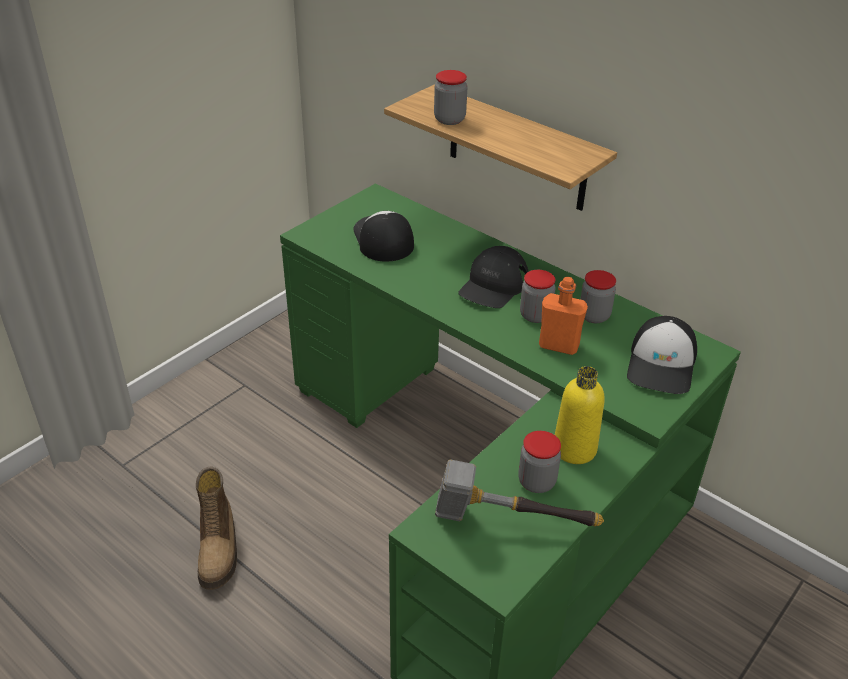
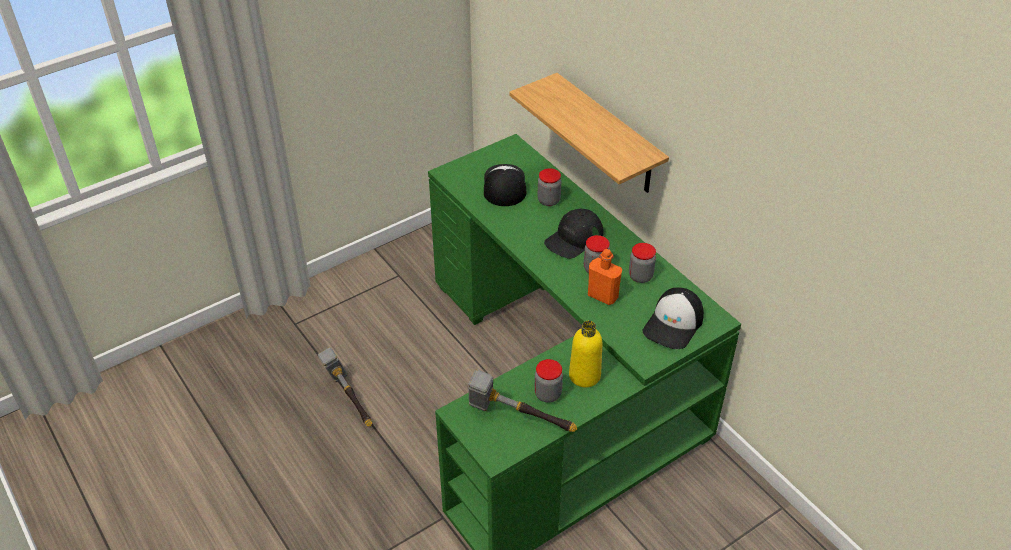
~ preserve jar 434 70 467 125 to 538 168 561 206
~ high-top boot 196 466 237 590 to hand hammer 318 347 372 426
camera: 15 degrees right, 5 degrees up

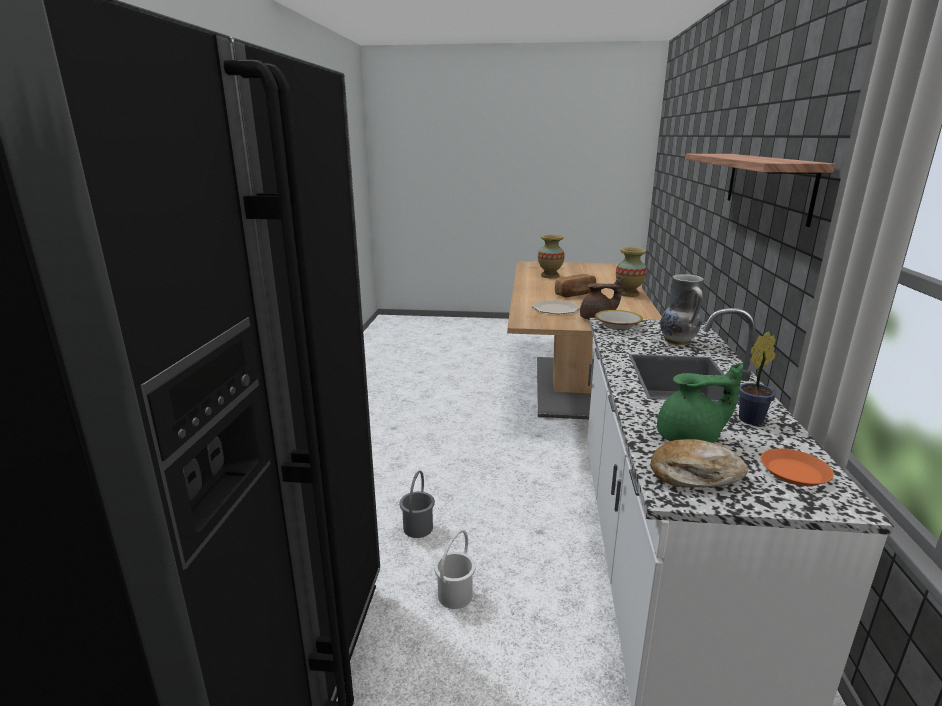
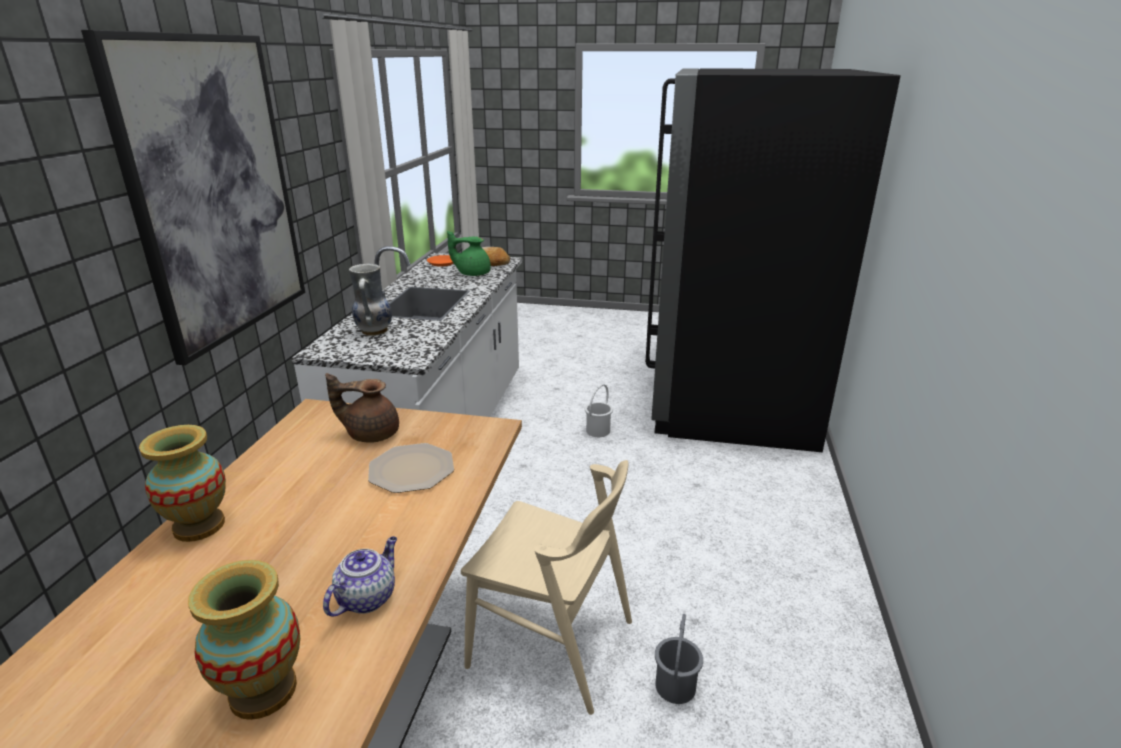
~ wall shelf 685 154 835 227 to wall picture 81 30 305 365
- baked bread 555 274 596 297
- bowl 595 310 643 330
- houseplant 739 331 776 425
~ greyish bucket 400 471 435 538 to 655 614 703 704
+ beige-coloured plain chair 461 460 632 715
+ teapot 323 536 397 617
camera: 175 degrees left, 5 degrees up

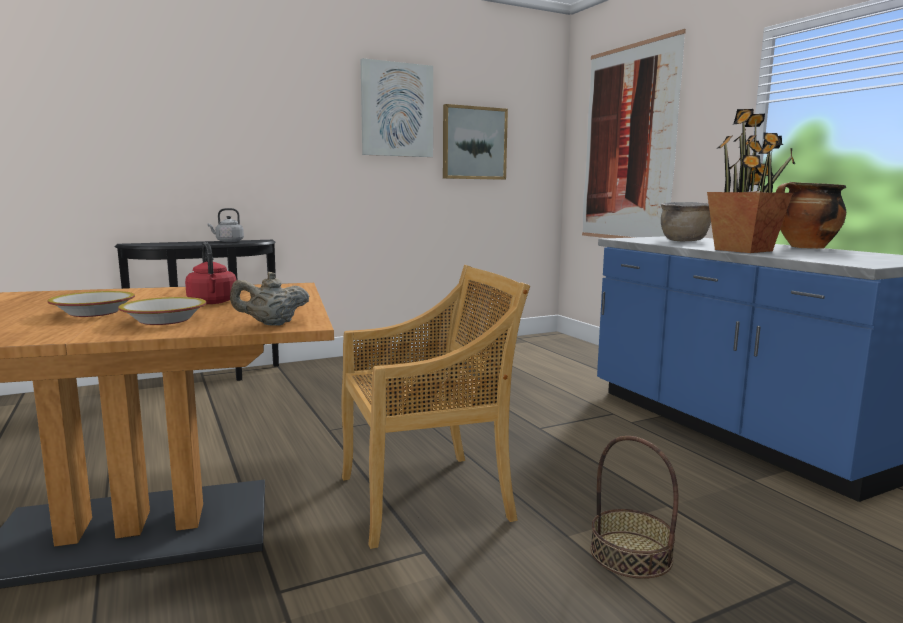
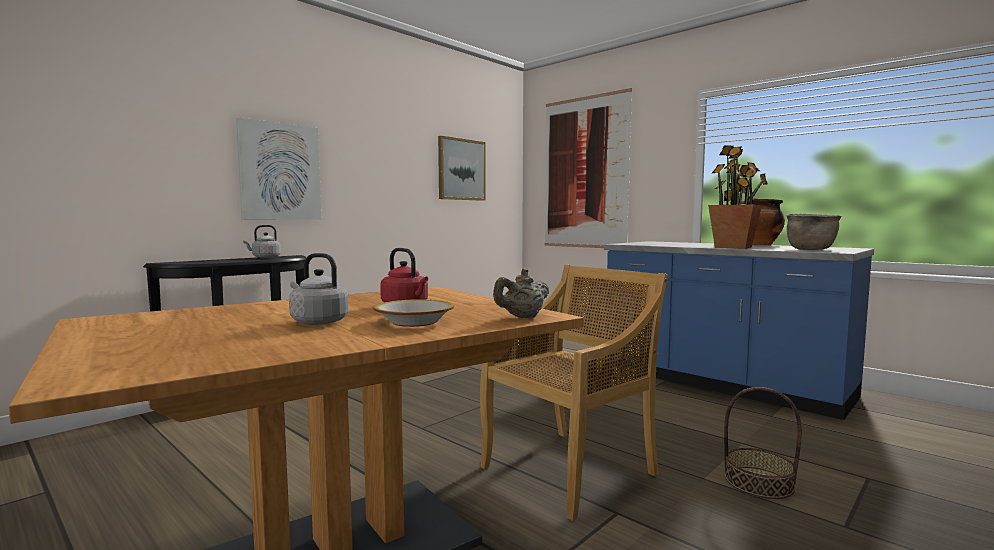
~ wall picture 361 58 433 157 to 236 117 321 220
~ brown stockpot 661 202 711 241 to 786 214 841 250
~ bowl 47 291 135 317 to greyish kettle 289 253 348 325
camera: 20 degrees left, 5 degrees down

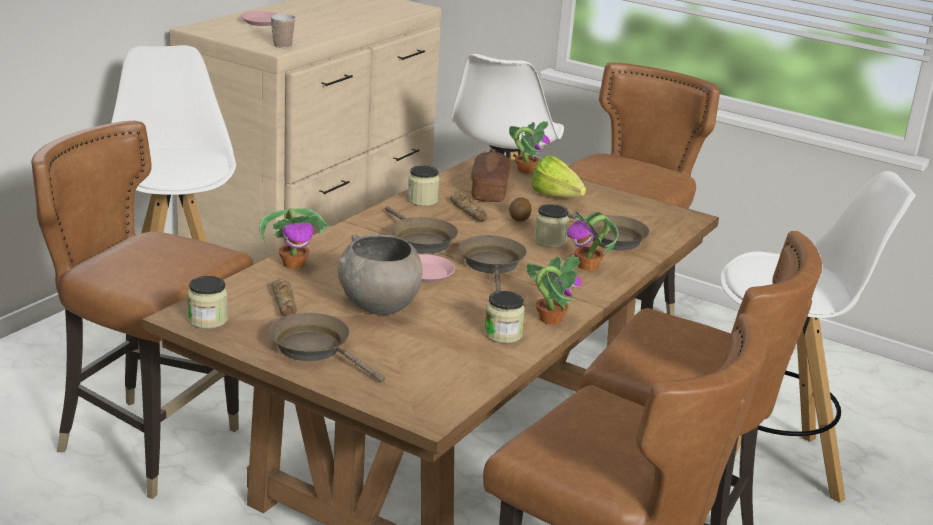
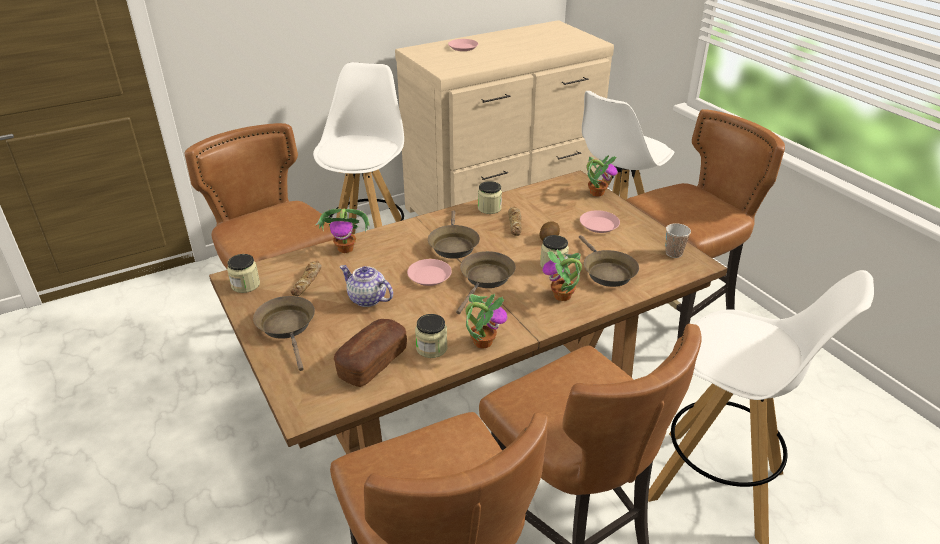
~ drinking cup 270 14 296 48 to 665 223 691 258
~ baked bread 471 152 511 202 to 334 319 407 387
~ lettuce 532 156 586 197 to pink-coloured flat dish 580 210 620 233
~ greyish bowl 338 234 422 315 to teapot 340 265 393 307
camera: 30 degrees right, 10 degrees up

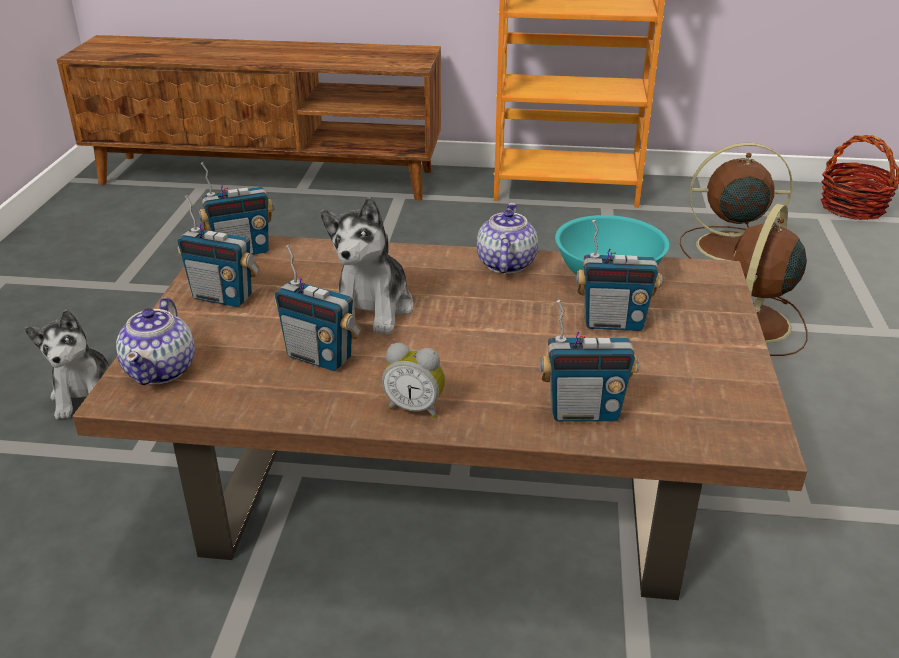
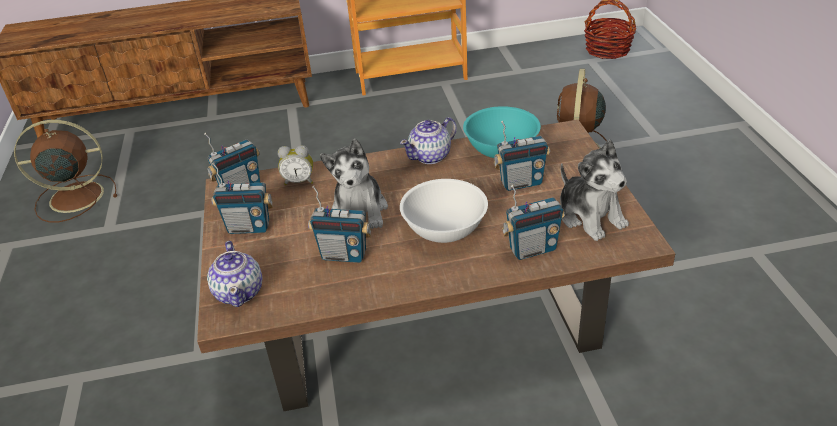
~ brown fan 680 143 793 261 to 14 120 117 223
~ teapot 477 203 538 274 = 400 117 457 164 120 degrees counterclockwise
~ soft toy 25 310 109 419 to 560 140 629 241
~ bedside clock 382 343 445 418 to 278 145 313 185
+ white bowl 400 179 488 243
camera: 15 degrees left, 5 degrees up

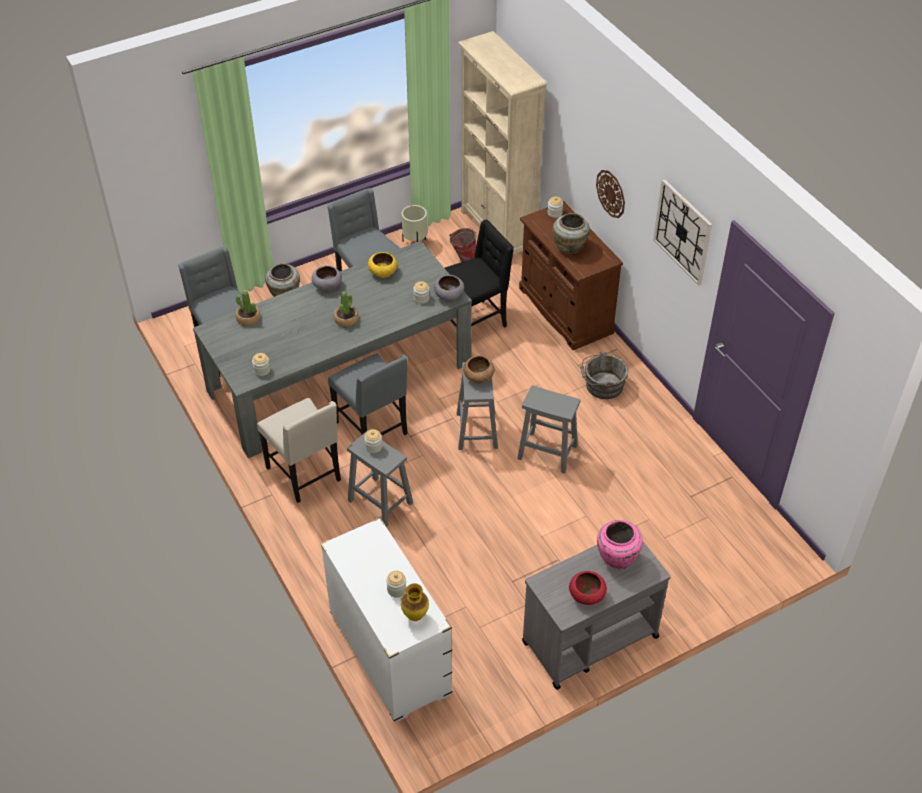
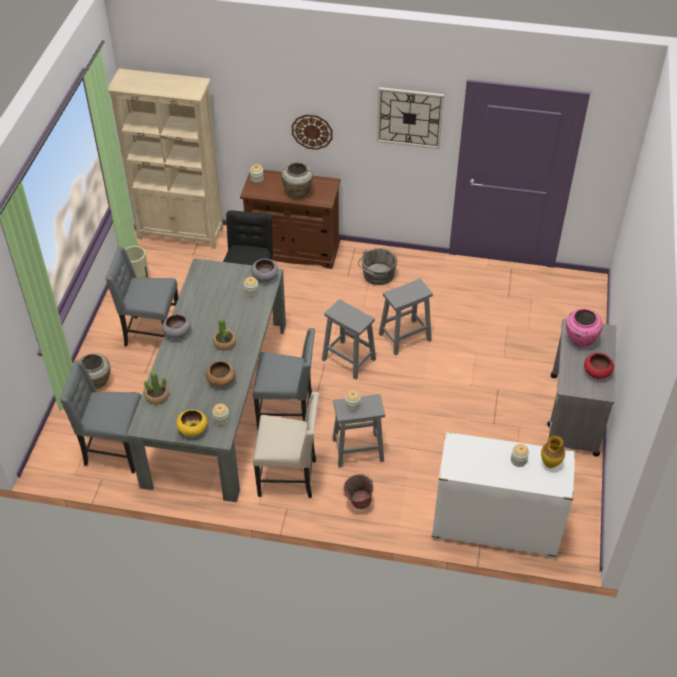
~ bucket 449 228 477 262 to 342 474 373 509
~ yellow bowl 368 252 397 278 to 176 409 208 436
~ brown bowl 463 356 495 383 to 206 361 236 387
camera: 50 degrees left, 0 degrees up

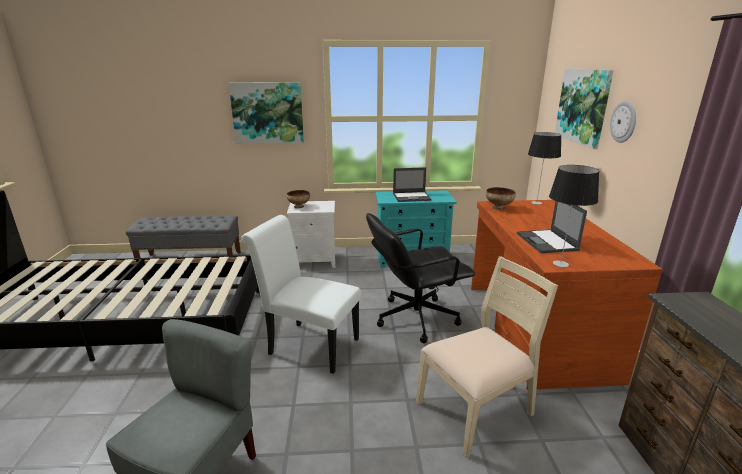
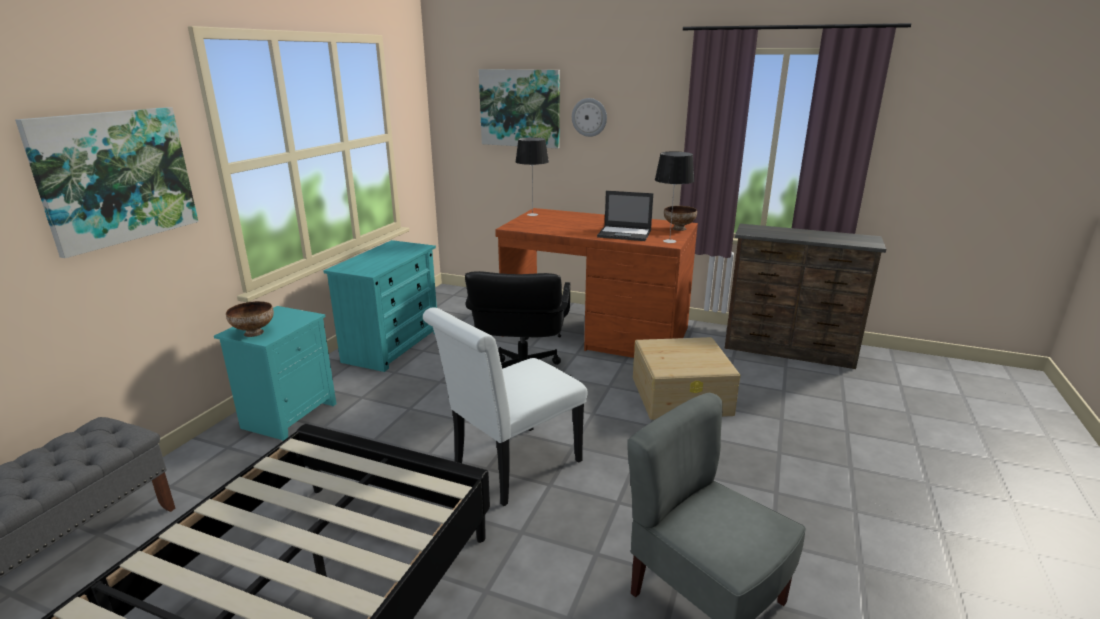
- laptop 393 167 431 202
~ bowl 486 187 516 210 to 664 206 697 231
~ white nightstand 287 201 335 268 to turquoise-coloured nightstand 214 306 336 441
~ beige-coloured plain chair 416 256 558 458 to beige-coloured storage container 633 337 740 420
camera: 65 degrees left, 0 degrees up

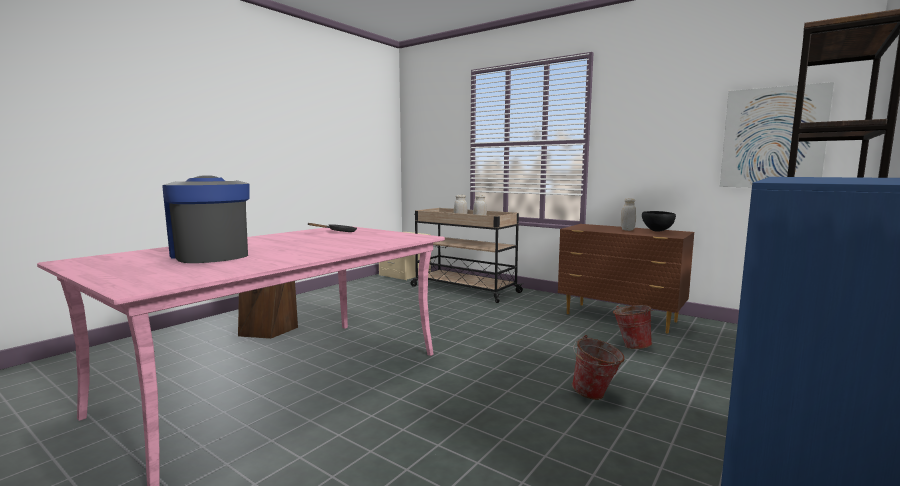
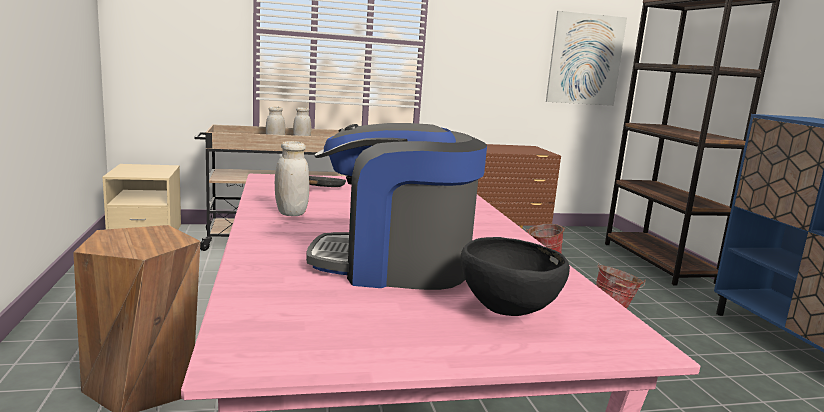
~ white preserve jar 621 198 636 231 to 275 141 309 216
~ blackish bowl 642 211 676 232 to 461 237 570 316
camera: 50 degrees left, 5 degrees up

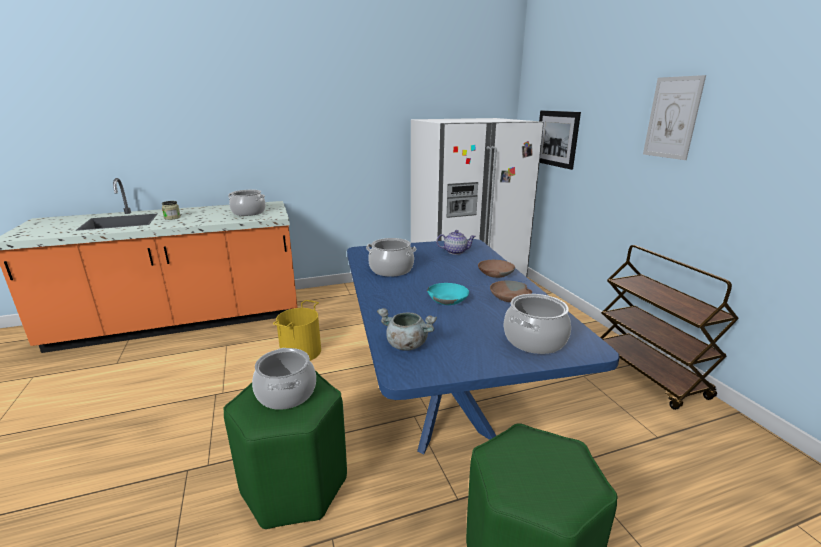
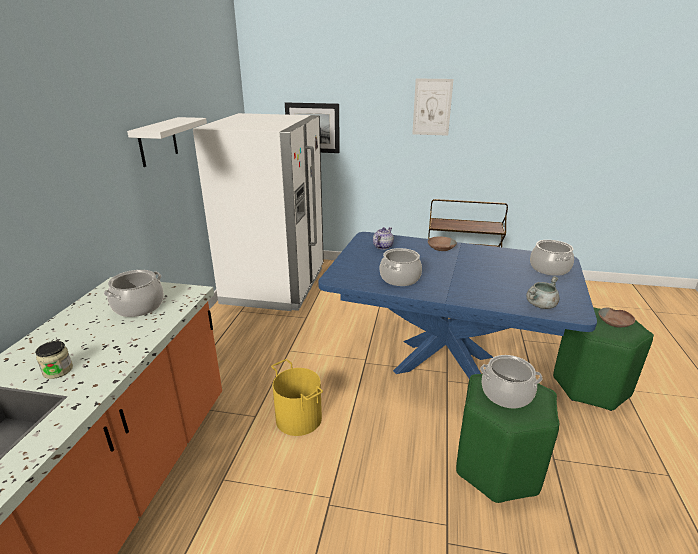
~ brown bowl 490 281 532 302 to 598 308 635 328
- turquoise-coloured bowl 427 283 469 305
+ white wall shelf 127 117 207 167
camera: 60 degrees left, 5 degrees up

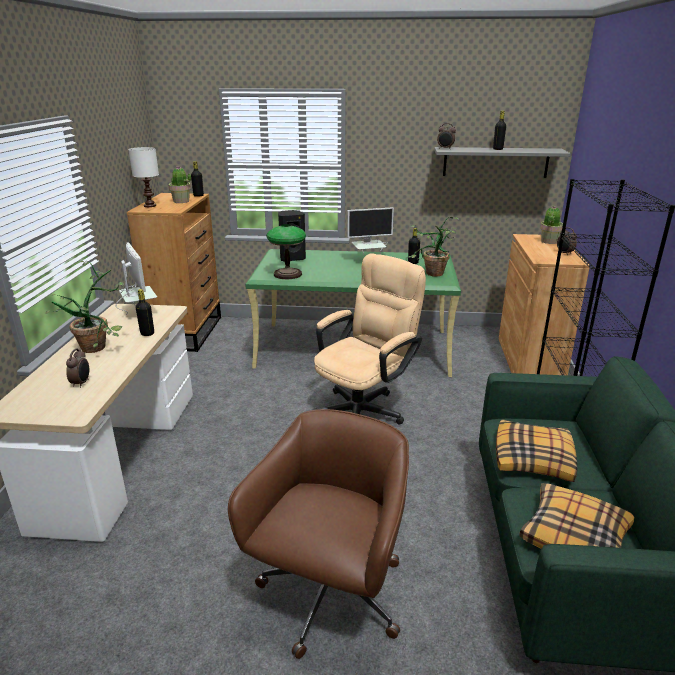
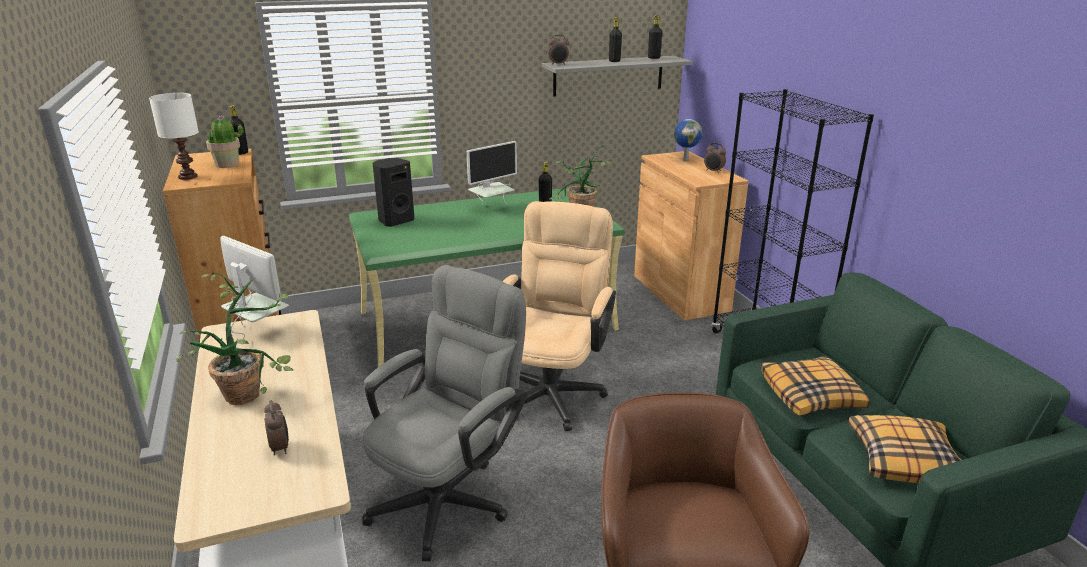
~ houseplant 540 205 563 244 to globe 674 119 703 161
- tabletop lamp 266 224 306 279
~ blackish bottle 136 289 154 336 to 648 15 662 59
+ greyish desk chair 362 265 527 561
camera: 25 degrees left, 0 degrees up

